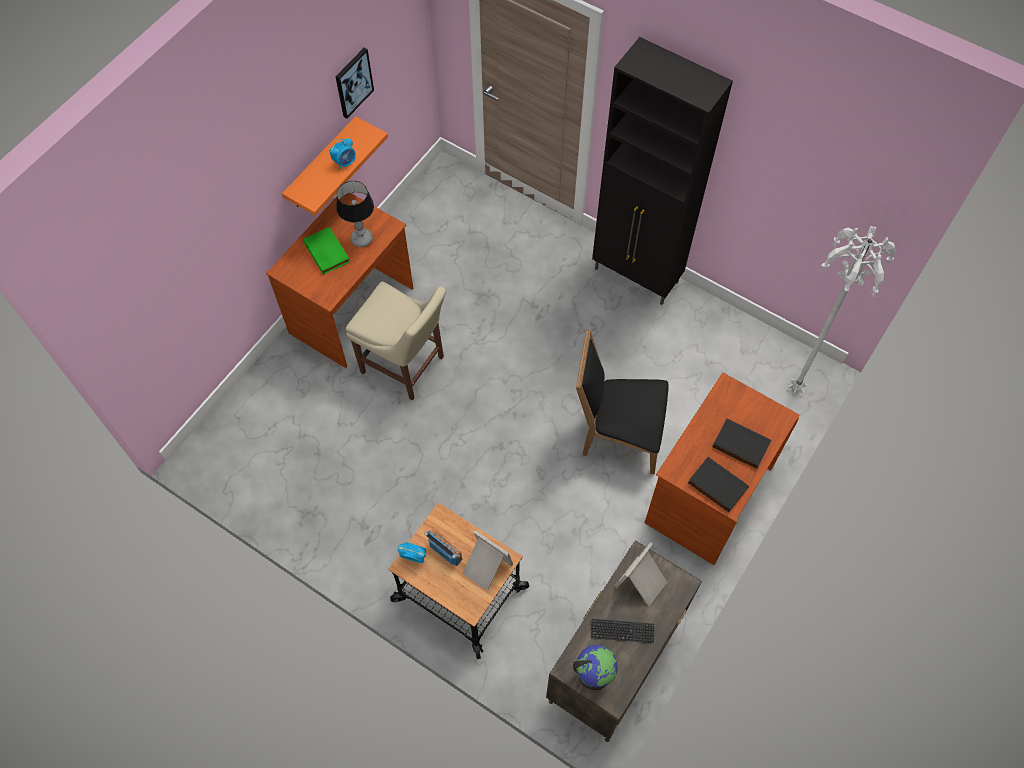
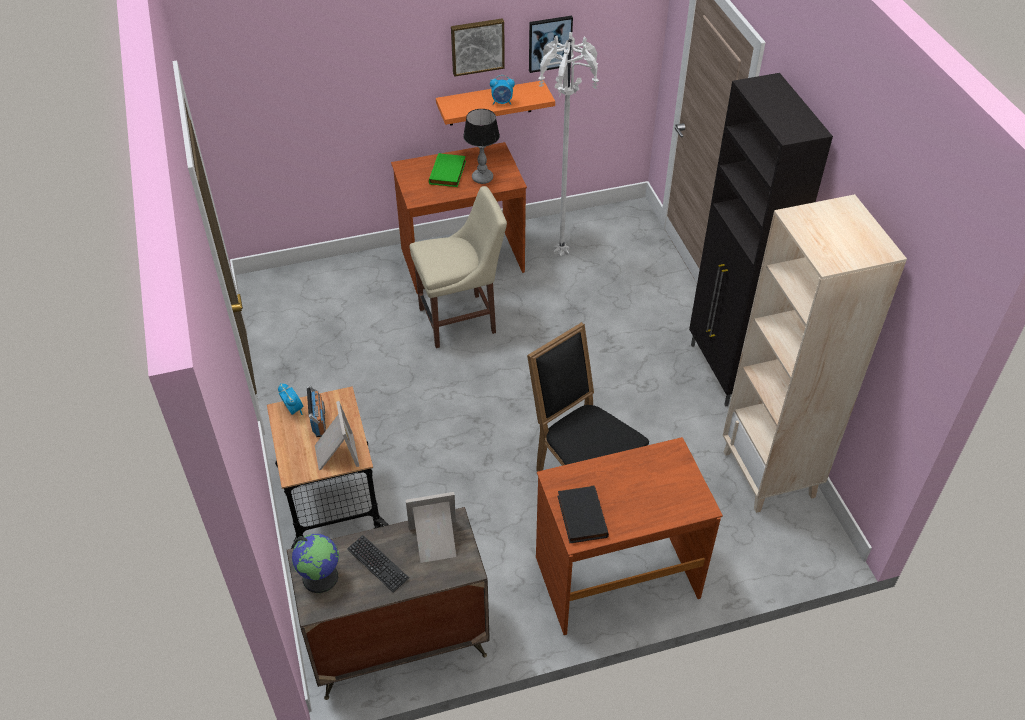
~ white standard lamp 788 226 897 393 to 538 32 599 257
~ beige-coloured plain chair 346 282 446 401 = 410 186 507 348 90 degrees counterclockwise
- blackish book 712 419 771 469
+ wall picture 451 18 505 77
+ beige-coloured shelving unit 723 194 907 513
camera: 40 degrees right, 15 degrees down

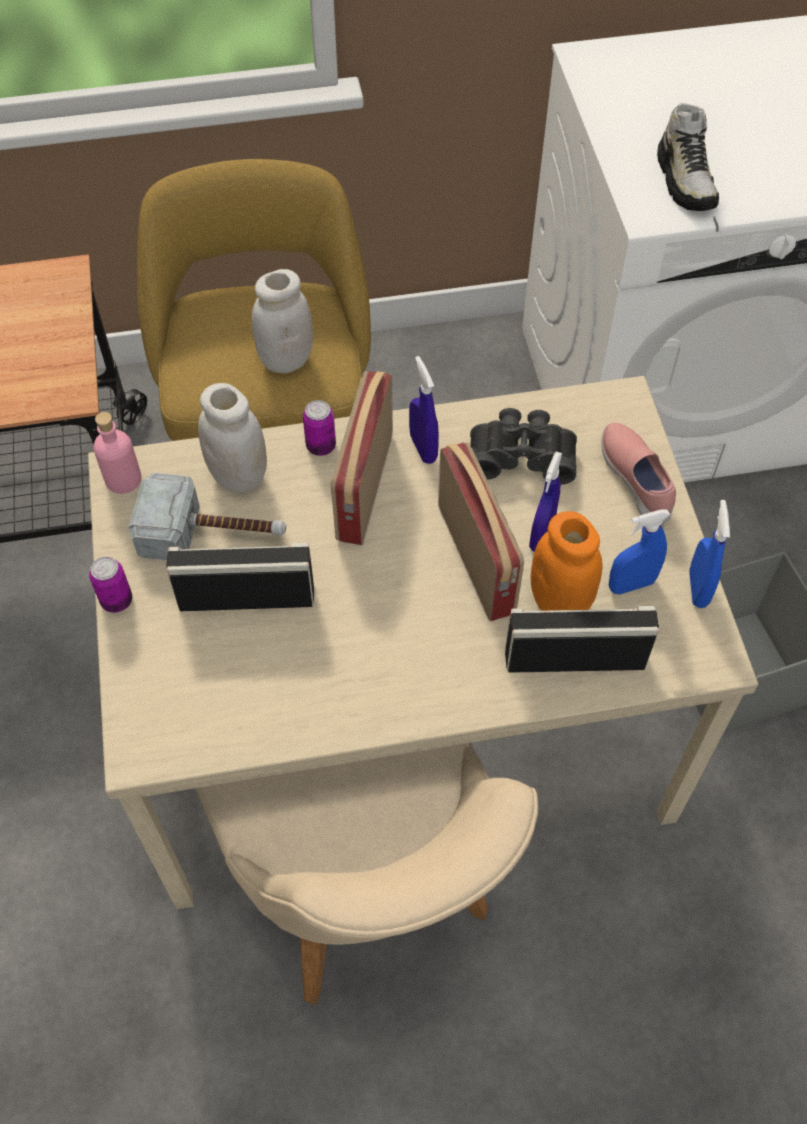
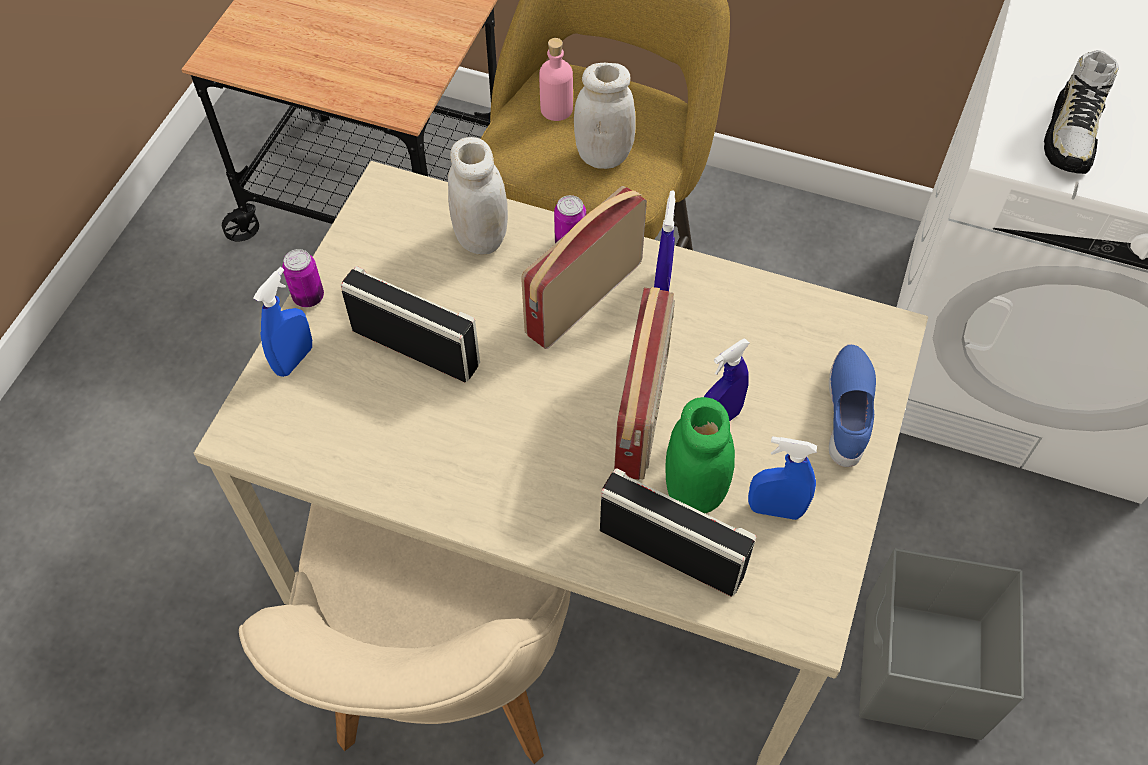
- blackish field glasses 470 408 577 485
~ pink-coloured bottle 93 412 141 494 to 539 38 573 121
~ pink-coloured shoe 601 423 676 524 to blue shoe 829 344 876 467
- hand hammer 129 473 286 560
~ blue spray bottle 689 500 730 608 to 253 267 312 377
~ orange-coloured preserve jar 531 511 602 611 to green preserve jar 665 397 735 513
camera: 30 degrees right, 0 degrees up

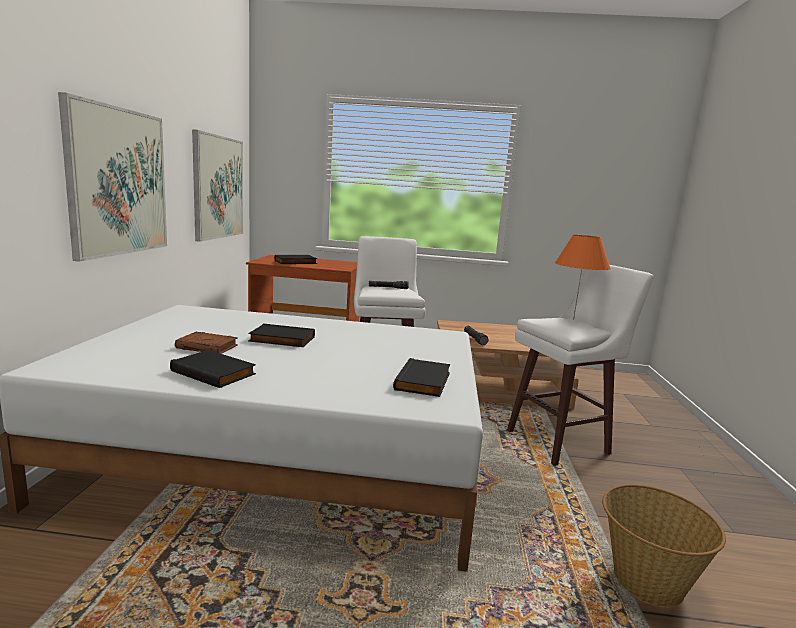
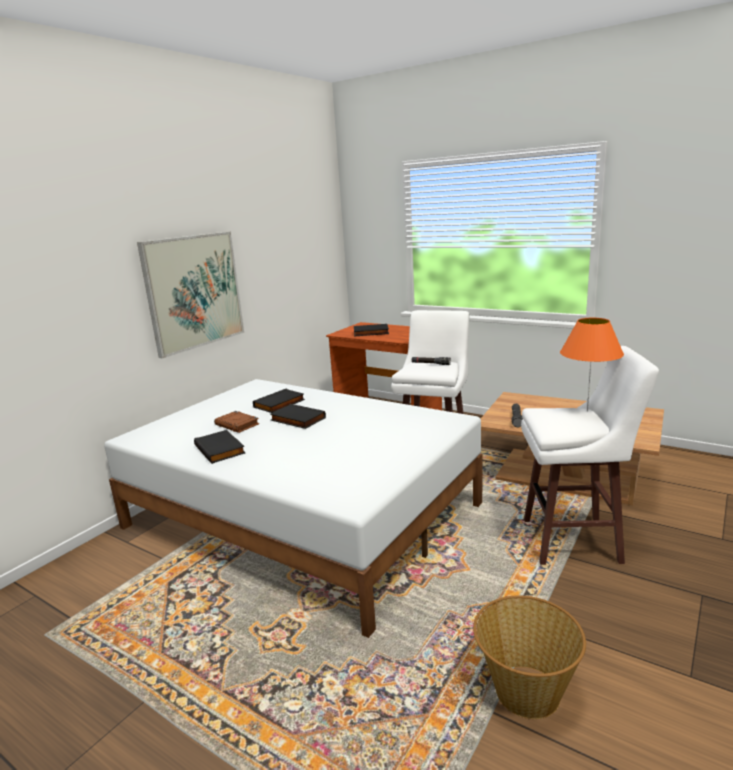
- wall picture 192 129 243 242
~ blackish book 393 358 450 397 to 253 389 305 413
camera: 30 degrees right, 5 degrees up

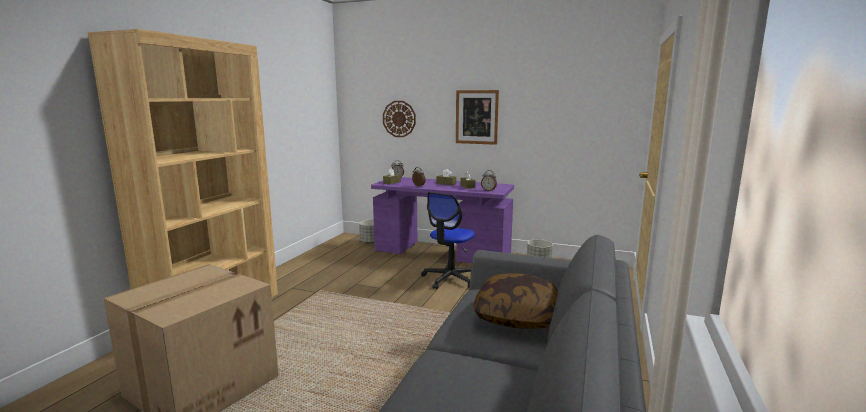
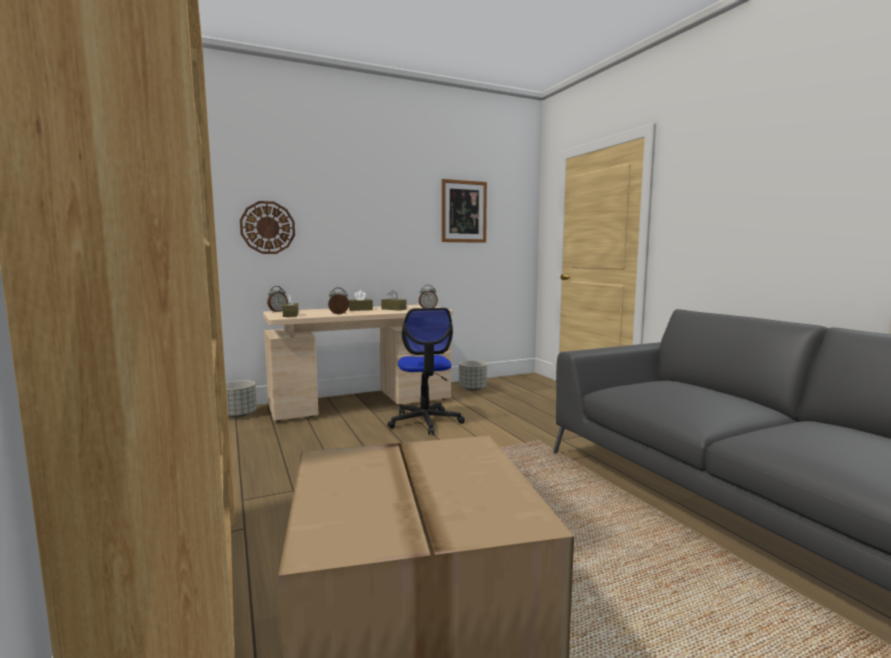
~ wall picture 456 90 499 145 to 442 179 487 243
~ purple-coloured desk unit 371 177 514 263 to beige-coloured desk unit 263 305 453 421
- cushion 473 273 558 329
camera: 45 degrees left, 5 degrees down

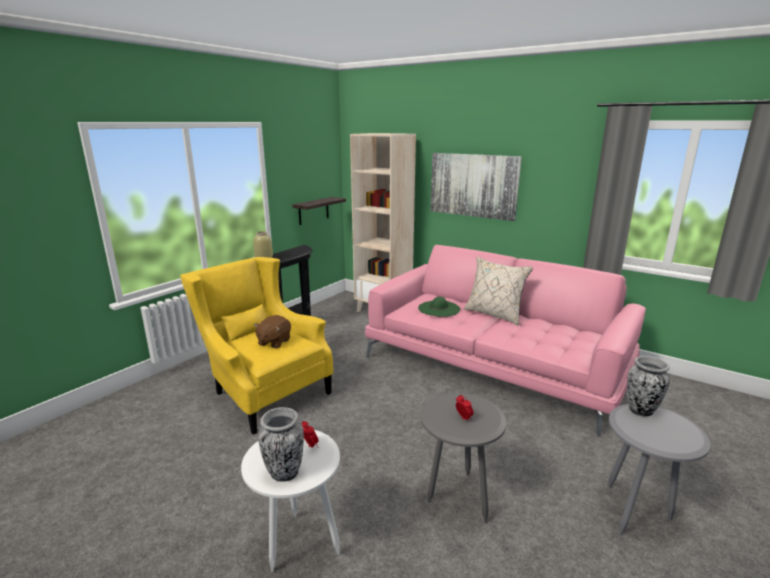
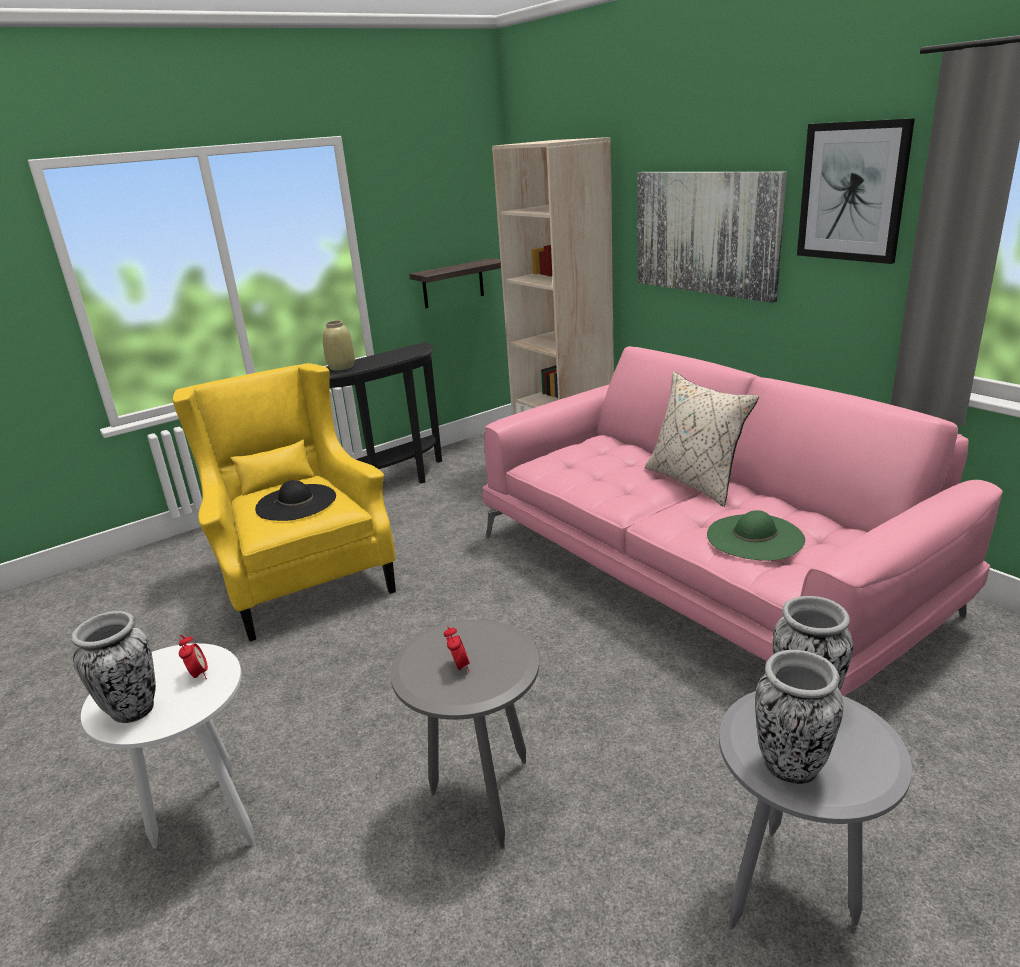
~ green hat 418 297 460 317 to 707 510 805 561
~ brown soft toy 254 315 291 348 to blackish hat 255 480 336 521
+ wall picture 797 118 915 264
+ decorative vase 755 650 843 784
camera: 20 degrees right, 5 degrees up

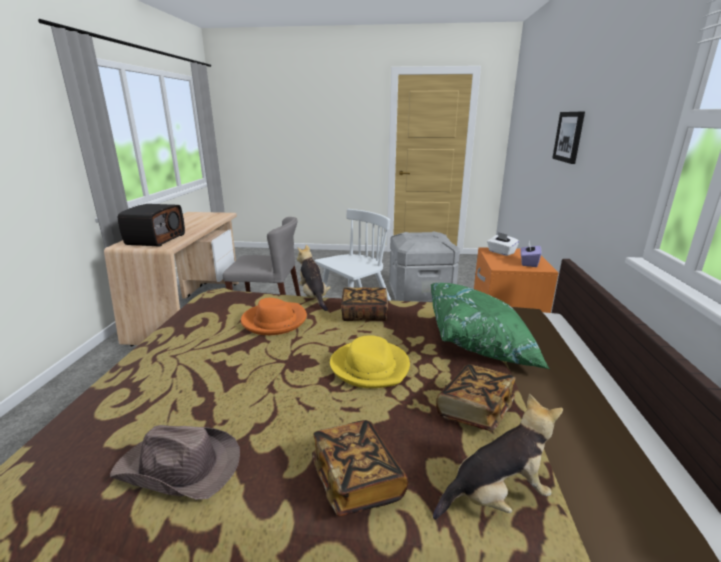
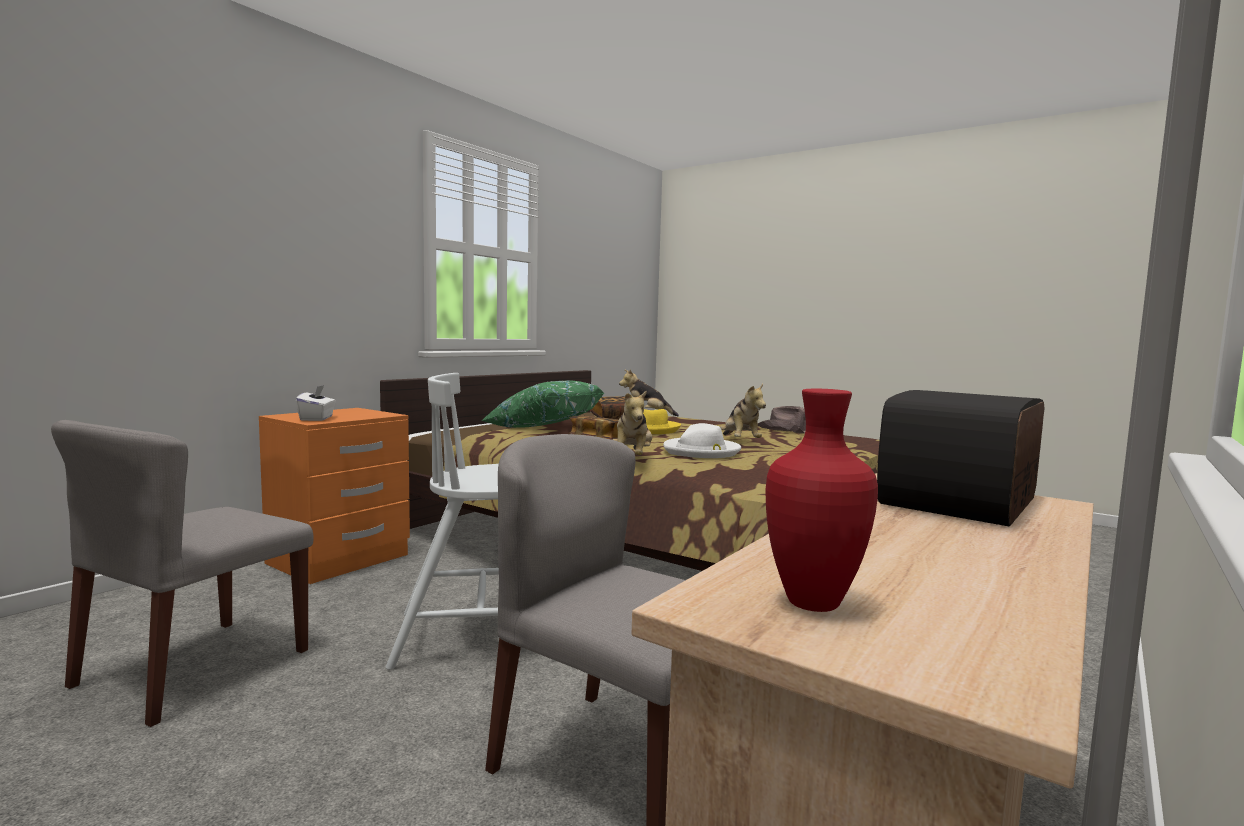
- wall picture 552 112 585 164
~ greyish storage container 389 231 460 302 to greyish plain chair 51 420 314 727
- purple-coloured box of tissues 520 241 541 267
~ orange-coloured hat 241 298 307 335 to white hat 663 423 741 458
- book 312 420 409 517
+ soft toy 720 384 766 438
+ red decorative vase 766 388 878 612
camera: 150 degrees left, 15 degrees down

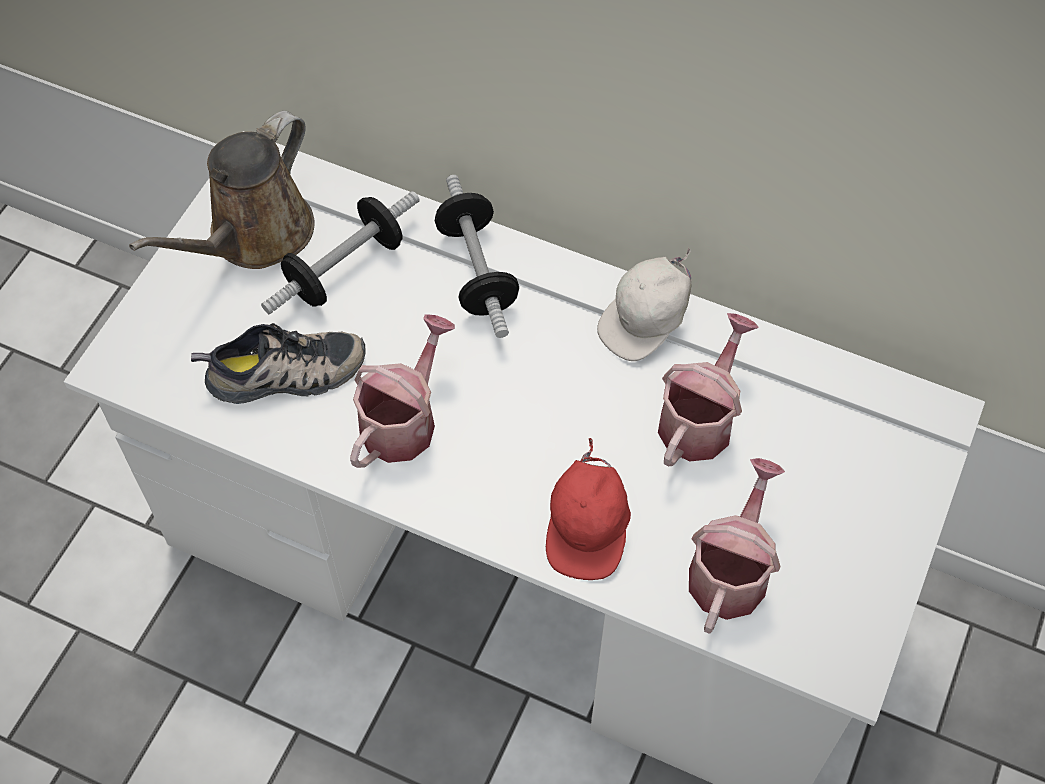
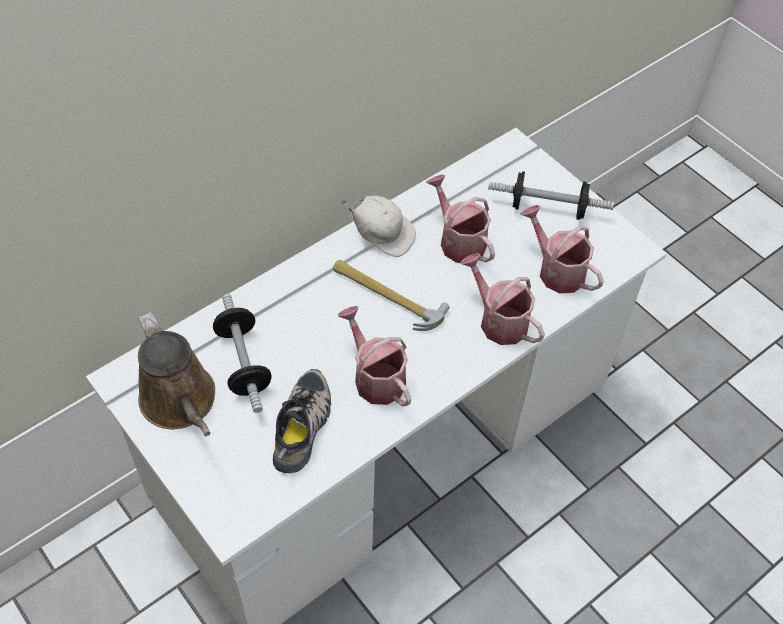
~ dumbbell 435 175 519 338 to 488 171 614 220
~ white peaked cap 597 248 692 361 = 341 196 416 257 45 degrees counterclockwise
~ red peaked cap 546 438 631 580 to sprinkling can 460 253 545 345
+ hand hammer 333 260 450 331
camera: 65 degrees left, 5 degrees down

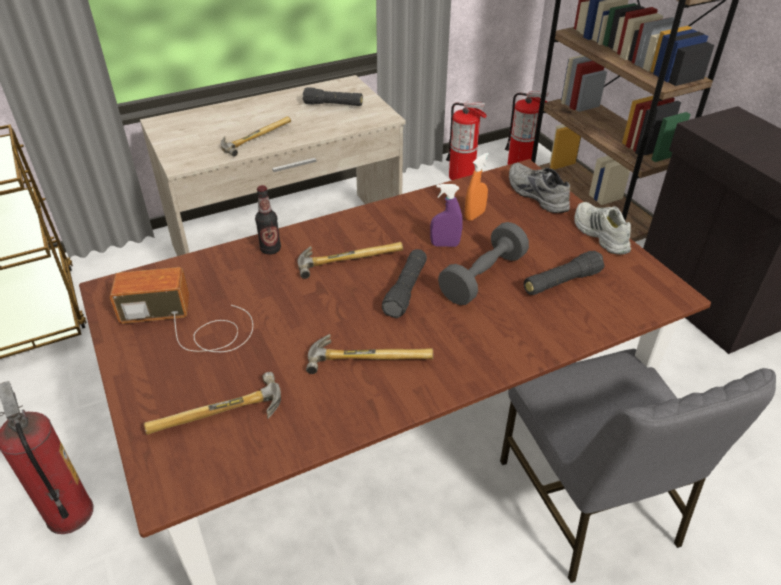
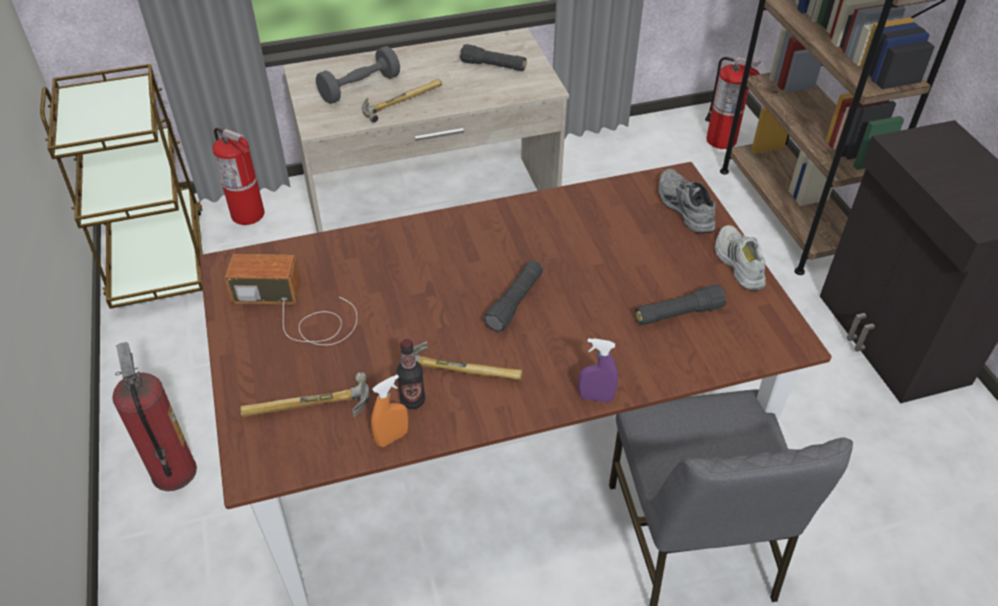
~ extinguisher 446 102 487 180 to 212 128 265 225
~ orange-coloured spray bottle 465 152 489 221 to 371 375 408 447
~ purple-coloured spray bottle 430 184 463 247 to 578 338 618 403
~ bottle 255 185 281 255 to 396 339 425 409
~ greyish dumbbell 438 222 529 305 to 316 46 400 104
- hand hammer 297 242 403 279
camera: 10 degrees right, 5 degrees up

